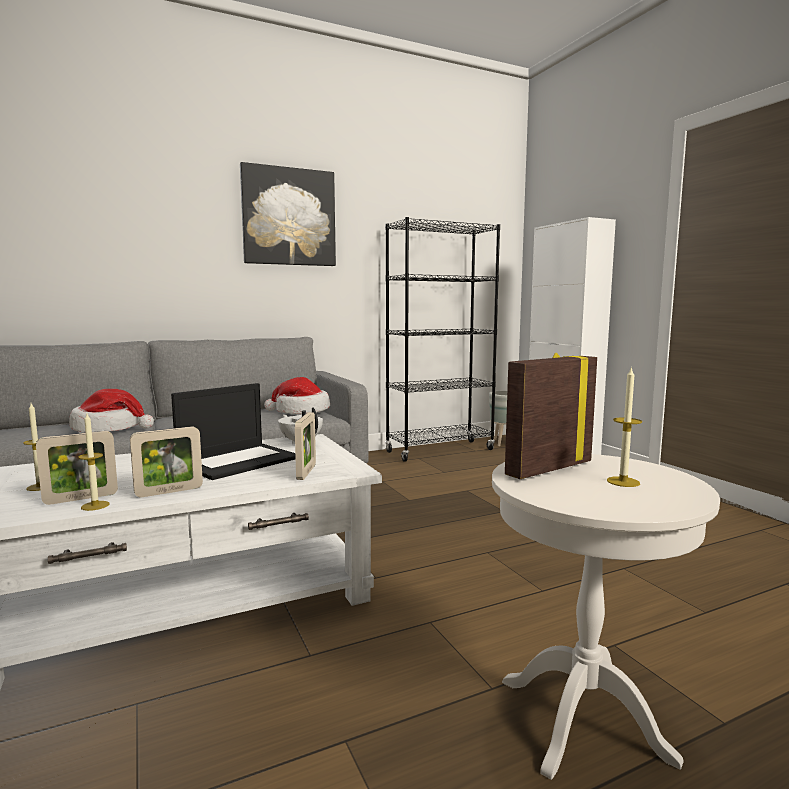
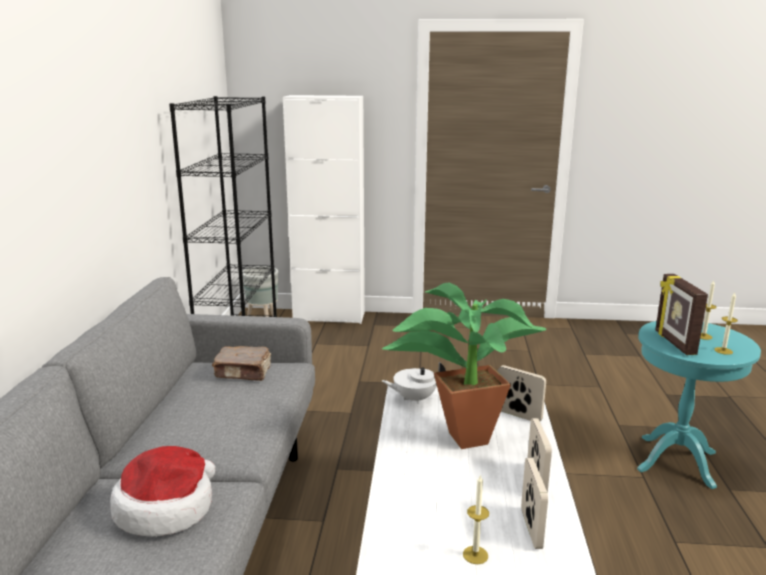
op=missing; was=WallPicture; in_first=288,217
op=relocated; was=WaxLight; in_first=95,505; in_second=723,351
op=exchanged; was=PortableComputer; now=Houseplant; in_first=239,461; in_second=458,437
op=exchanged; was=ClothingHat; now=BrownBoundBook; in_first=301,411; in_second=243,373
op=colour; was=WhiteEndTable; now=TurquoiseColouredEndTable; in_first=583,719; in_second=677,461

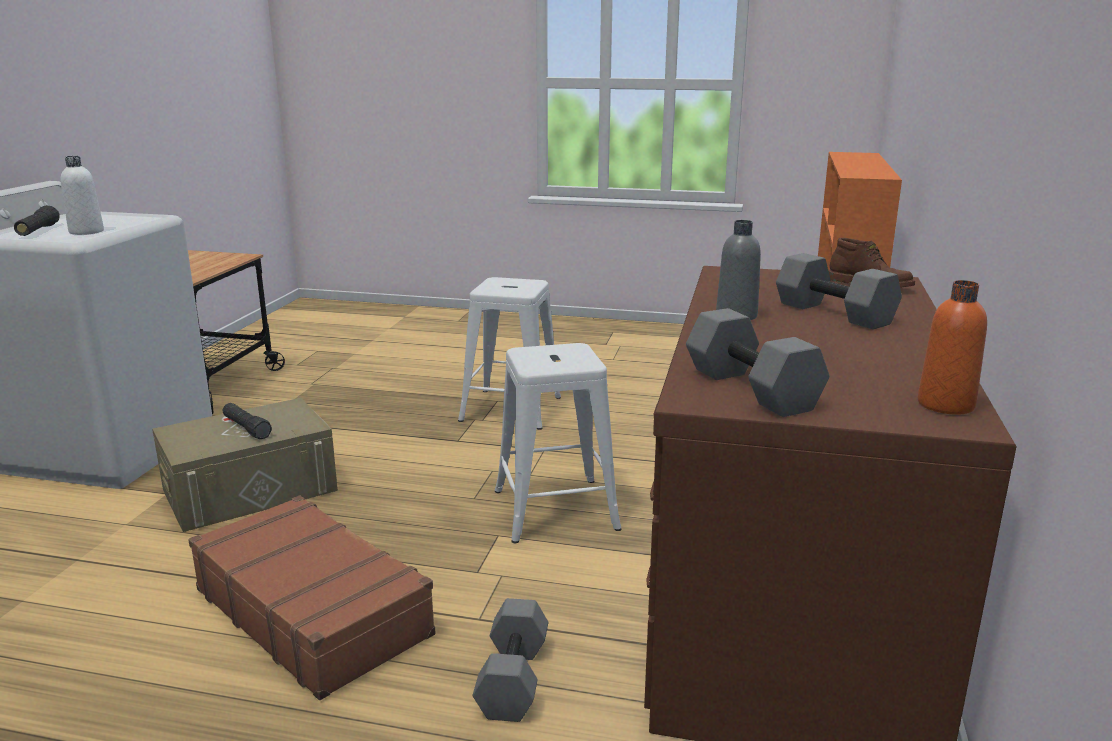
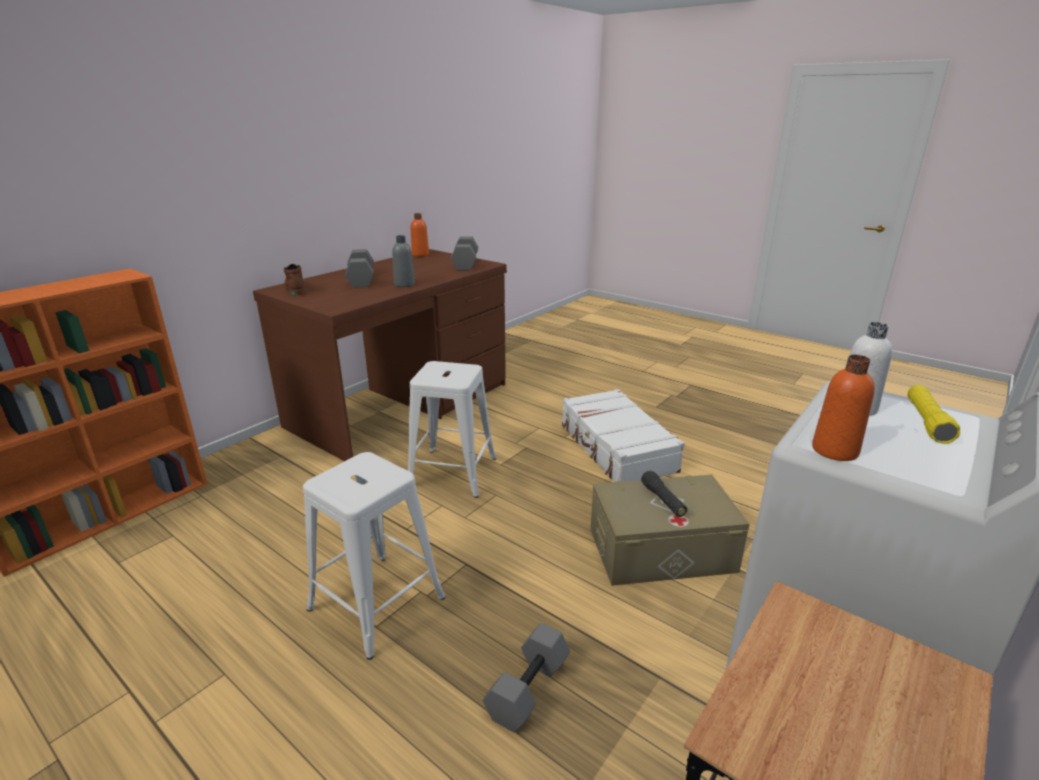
op=appeared; now=OrangeColouredDrinkBottle; in_second=834,450
op=relocated; was=GrayDumbbell; in_first=514,679; in_second=527,688
op=colour; was=BlackishTorch; now=YellowTorch; in_first=38,231; in_second=926,422
op=colour; was=BrownSuitcase; now=WhiteSuitcase; in_first=313,611; in_second=616,448

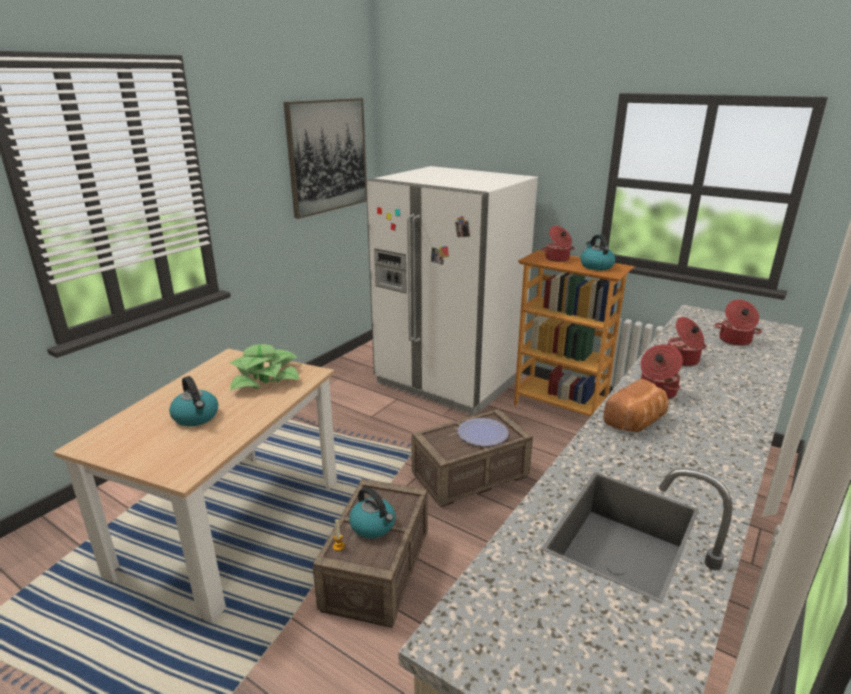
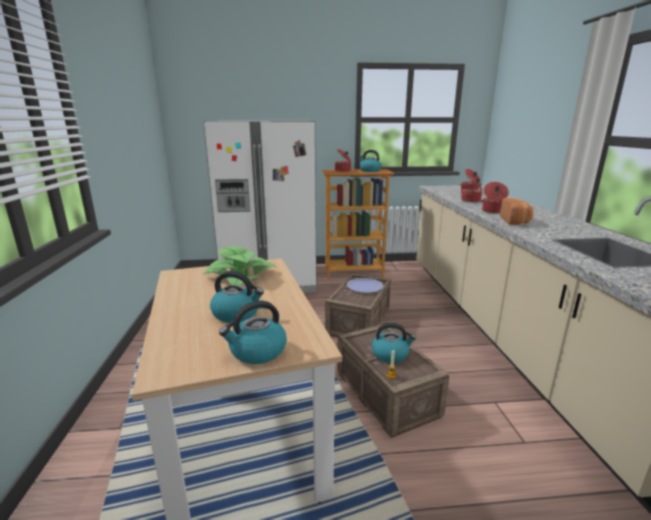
op=missing; was=WallPicture; in_first=327,156
op=appeared; now=Kettle; in_second=257,351

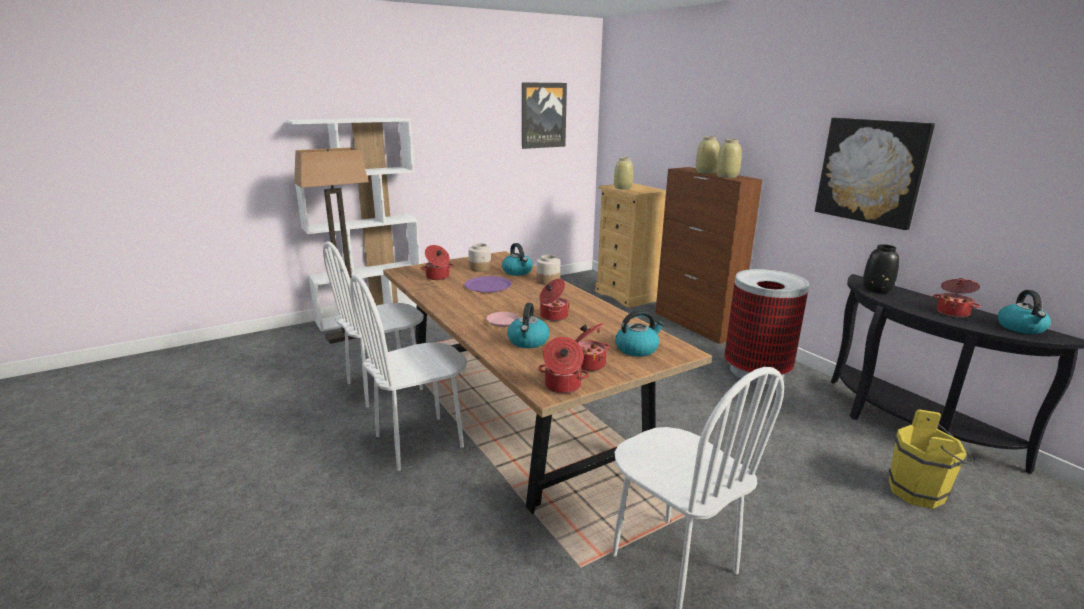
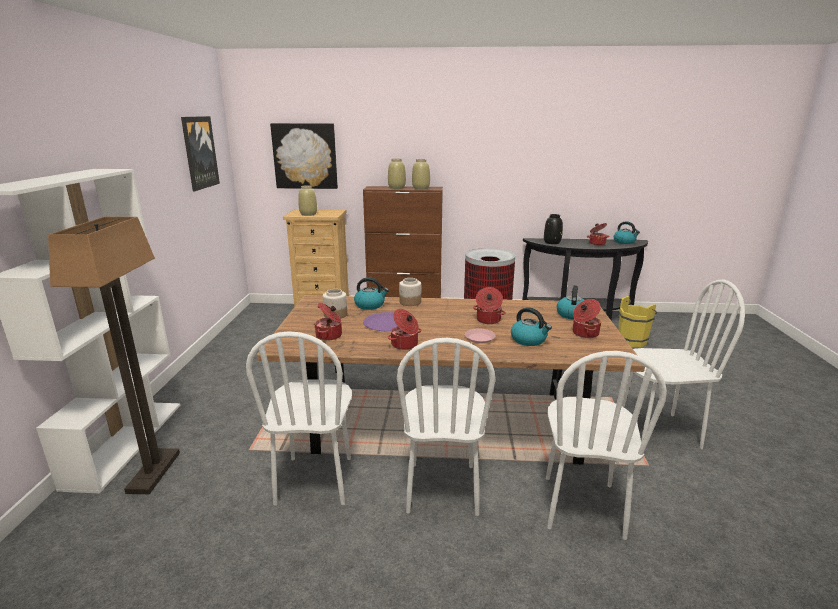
op=appeared; now=WhitePlainChair; in_second=582,506
op=relocated; was=Saucepot; in_first=562,386; in_second=405,345
op=relocated; was=WallPicture; in_first=871,171; in_second=305,156

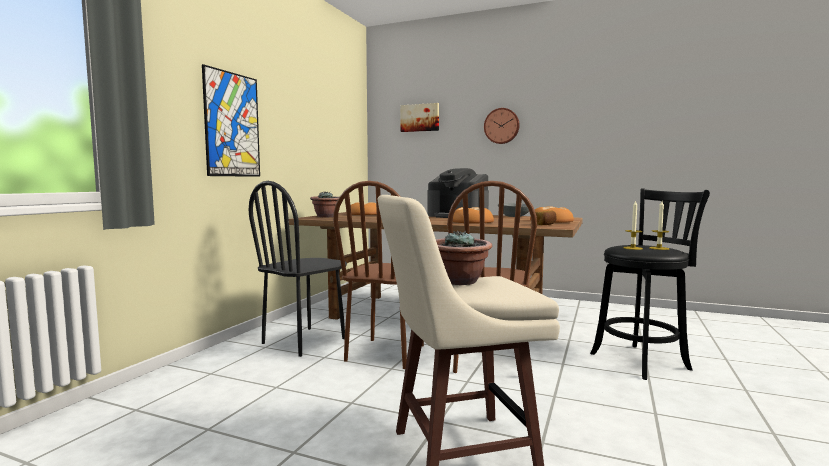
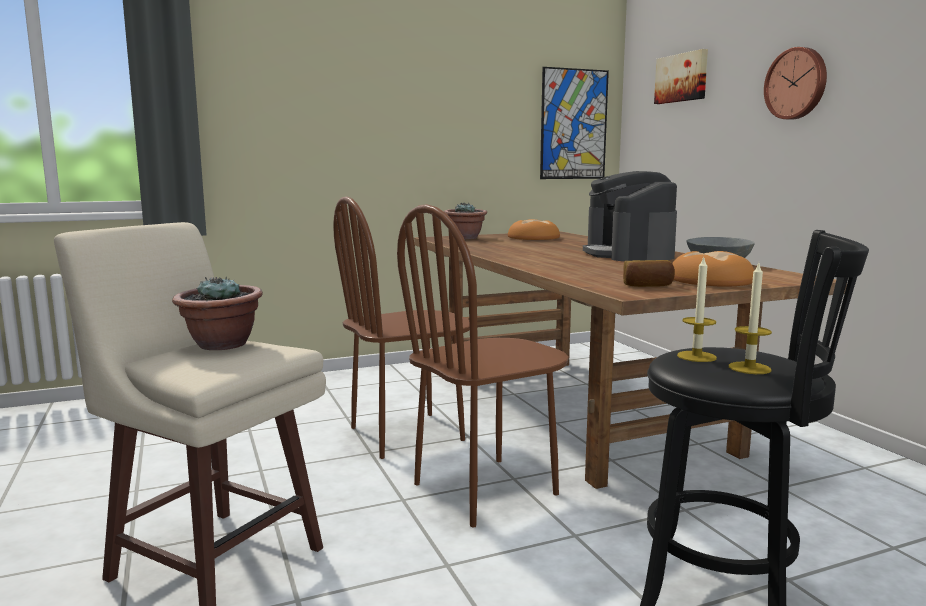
op=missing; was=BlackishPlainChair; in_first=304,341
op=missing; was=BakedBread; in_first=472,222
op=relocated; was=WallPicture; in_first=232,125; in_second=573,124

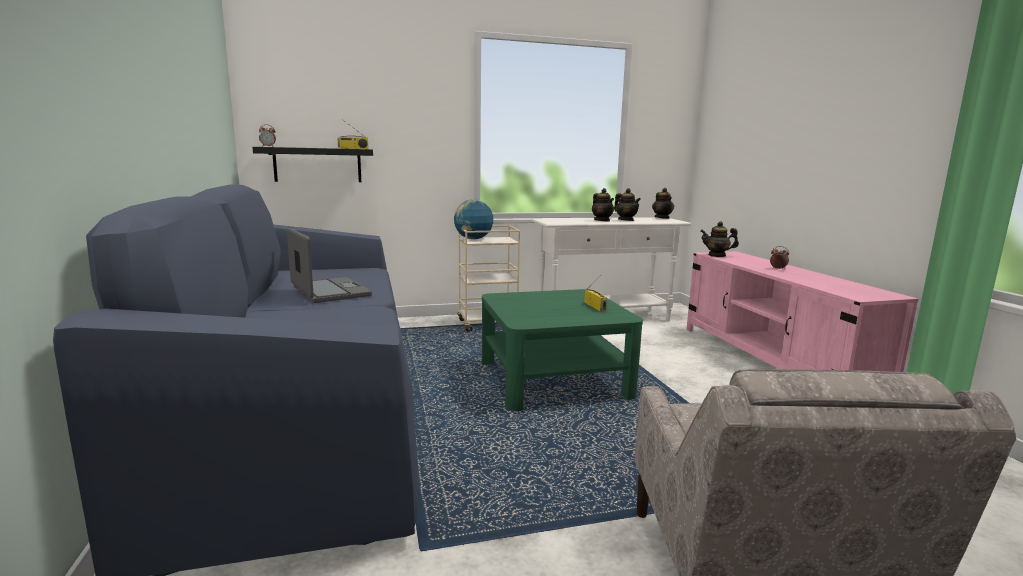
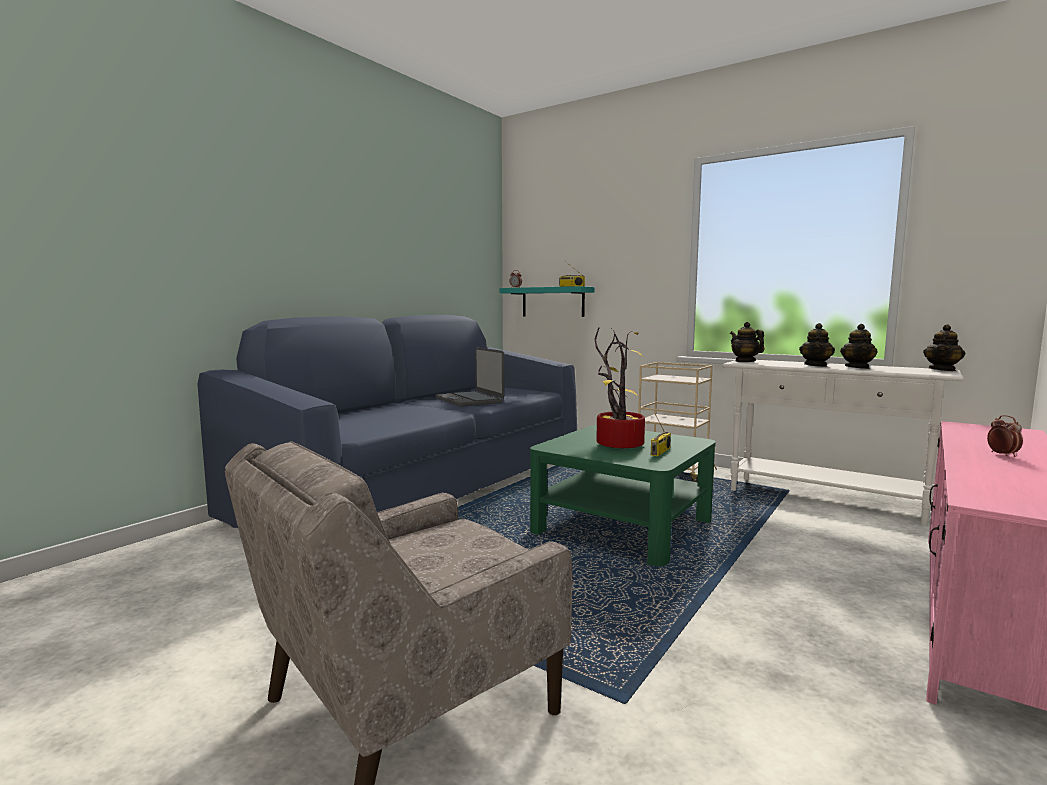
op=missing; was=DeskGlobe; in_first=473,239
op=appeared; now=Houseplant; in_second=616,444
op=relocated; was=Teapot; in_first=717,255; in_second=745,361
op=colour; was=BlackishWallShelf; now=TurquoiseColouredWallShelf; in_first=317,165; in_second=552,302
op=spun; was=PortableComputer; in_first=329,292; in_second=470,400; clockwise=135

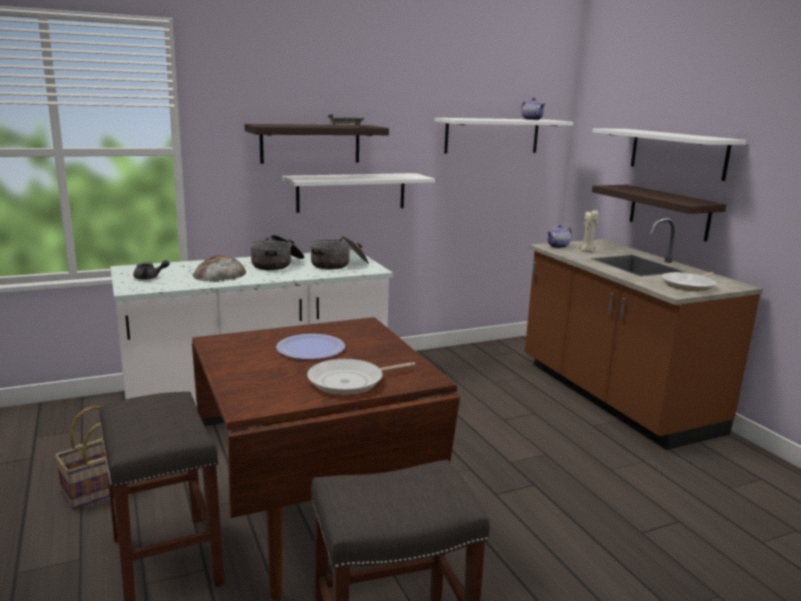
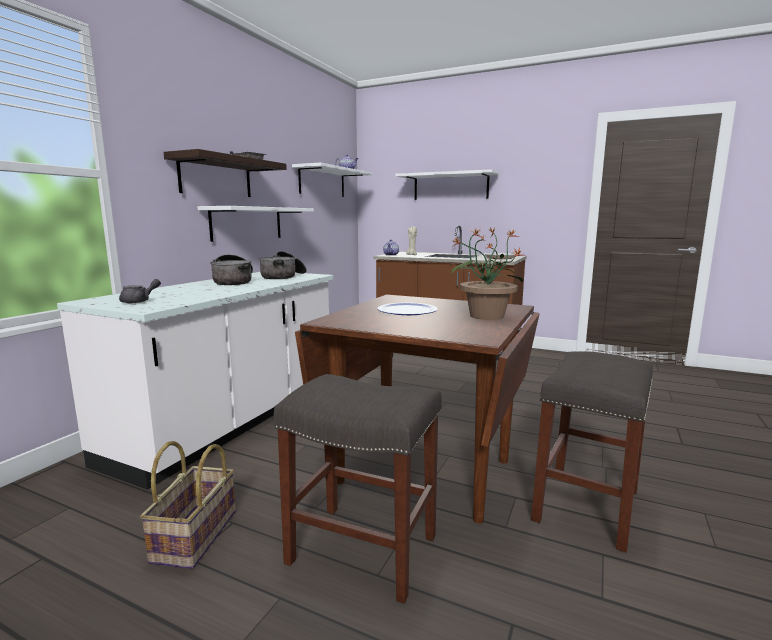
op=missing; was=BakedBread; in_first=219,273
op=missing; was=WallShelf; in_first=669,212
op=exchanged; was=FryingPan; now=Houseplant; in_first=350,381; in_second=486,316

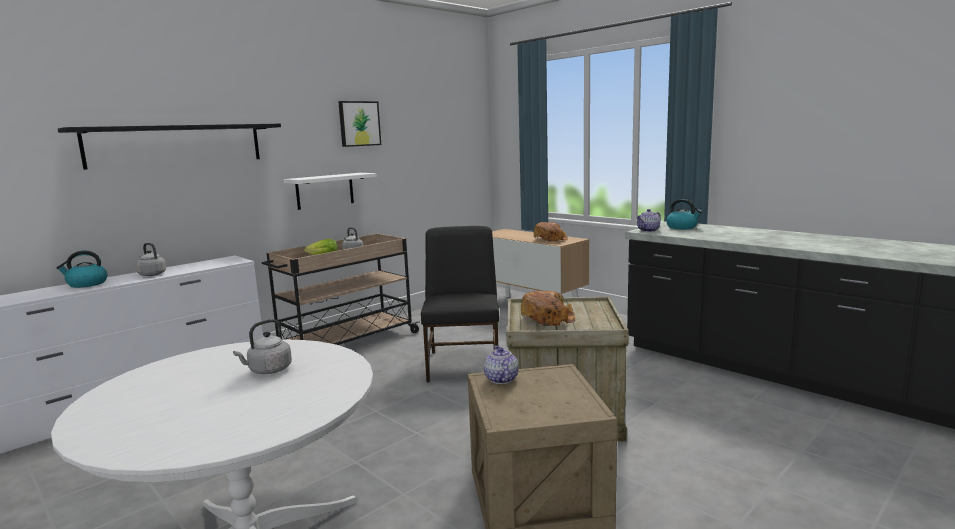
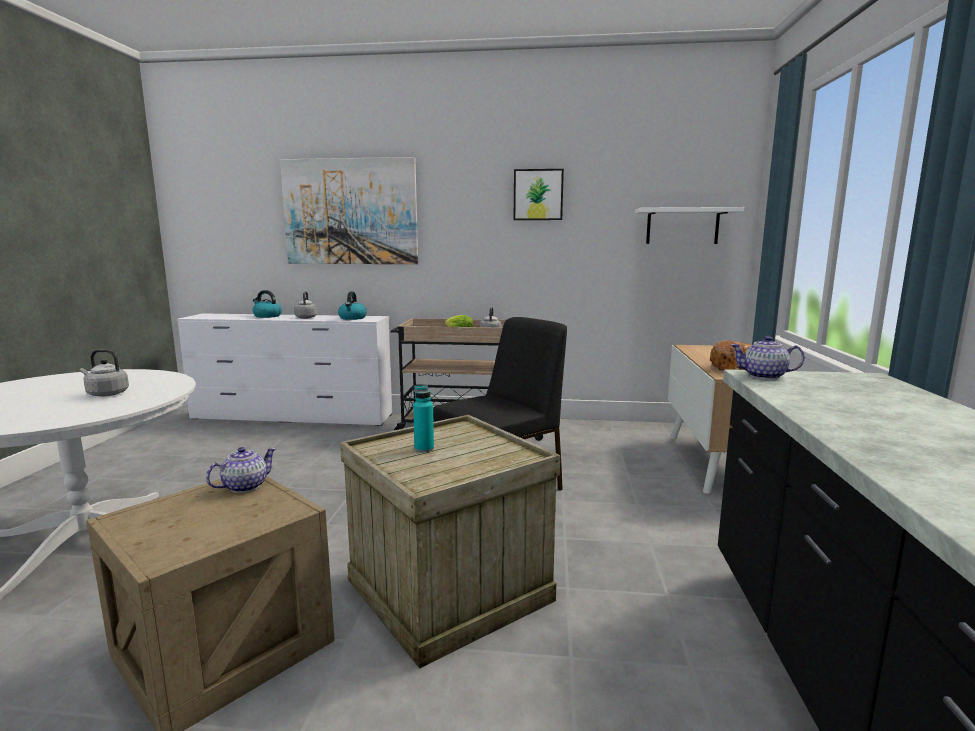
op=relocated; was=WhiteWallShelf; in_first=325,191; in_second=682,226
op=relocated; was=Kettle; in_first=682,227; in_second=352,318
op=exchanged; was=BlackishWallShelf; now=WallPicture; in_first=176,145; in_second=350,212
op=exchanged; was=BakedBread; now=TurquoiseColouredDrinkBottle; in_first=548,318; in_second=424,449

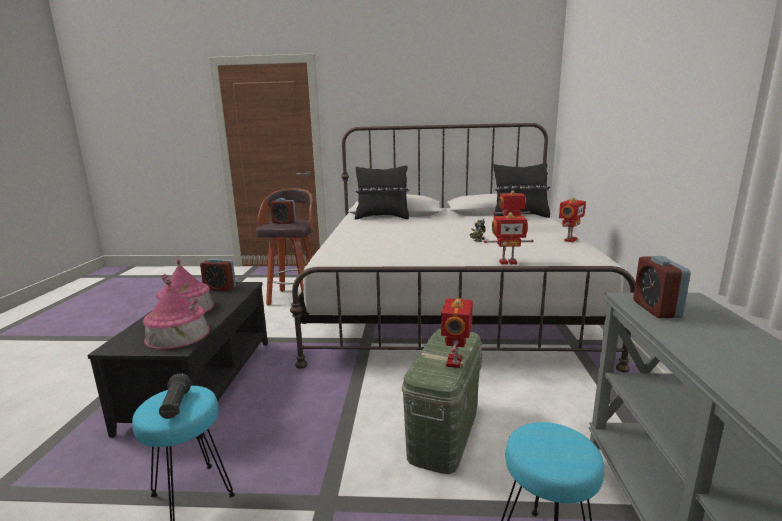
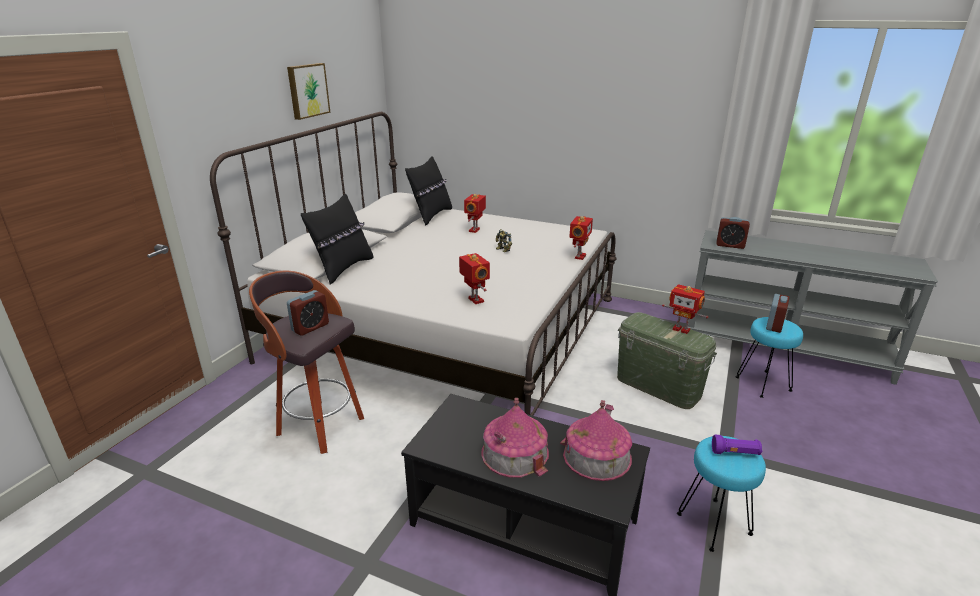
op=appeared; now=WallPicture; in_second=307,90
op=relocated; was=AlarmClock; in_first=220,288; in_second=774,325
op=relocated; was=ModelRobot; in_first=569,240; in_second=475,300
op=colour; was=BlackishTorch; now=PurpleTorch; in_first=176,406; in_second=735,453

